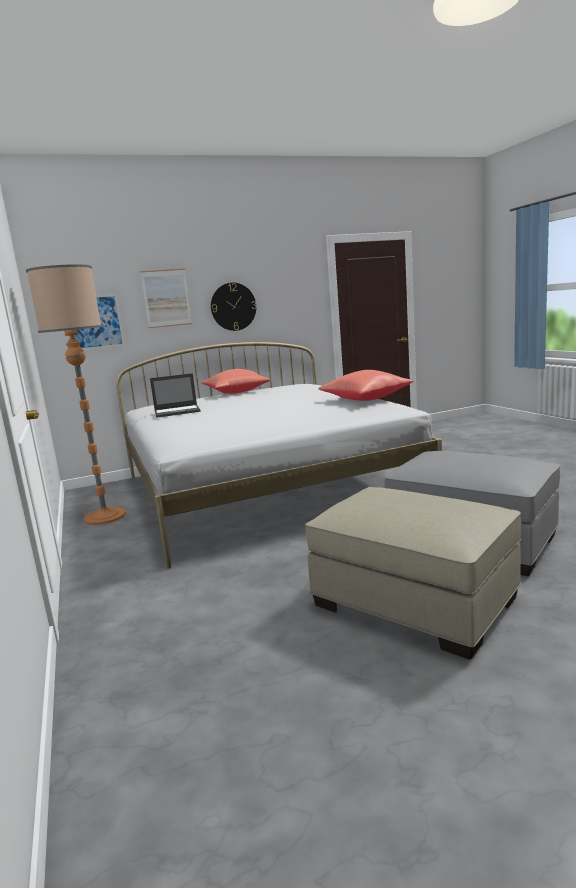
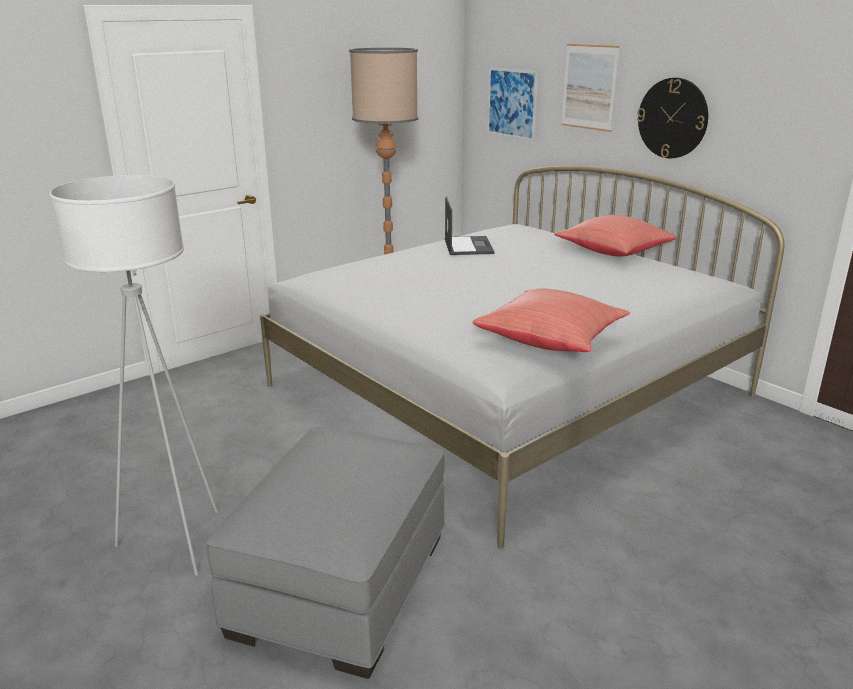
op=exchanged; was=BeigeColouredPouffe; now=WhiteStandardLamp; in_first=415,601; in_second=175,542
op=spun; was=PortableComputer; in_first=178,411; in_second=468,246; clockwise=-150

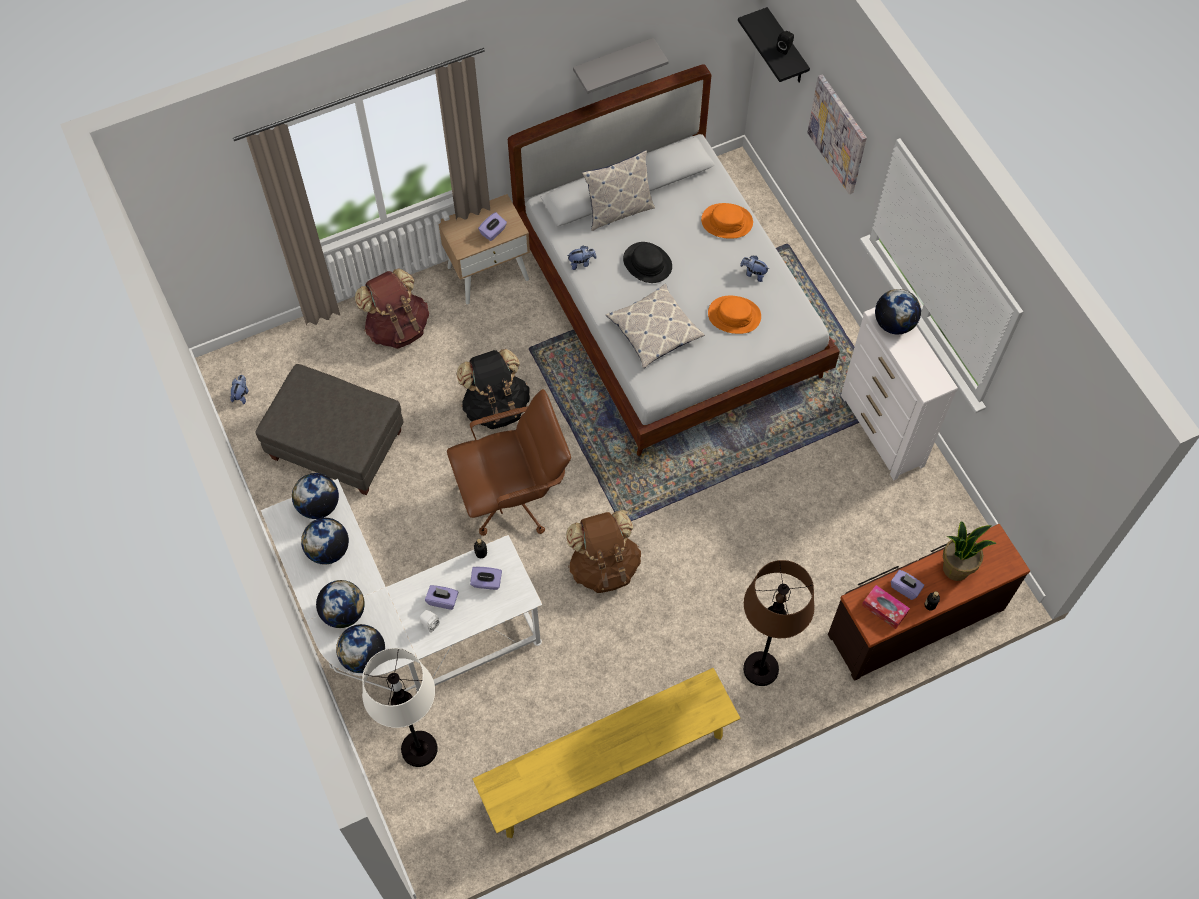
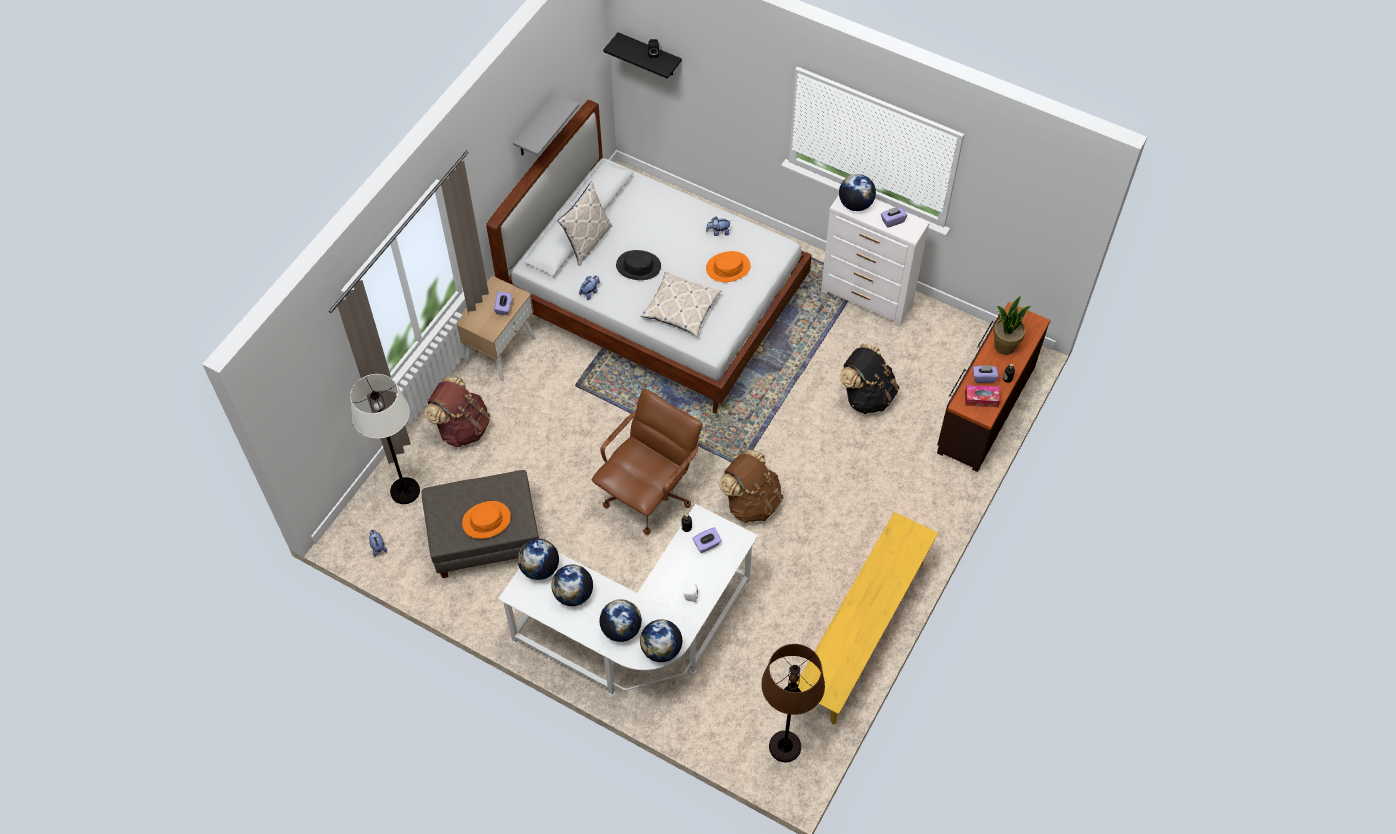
op=missing; was=WallPicture; in_first=838,134
op=relocated; was=WhiteStandardLamp; in_first=419,748; in_second=405,491
op=relocated; was=PurpleTissueBox; in_first=443,600; in_second=892,221
op=relocated; was=BlackishRucksack; in_first=496,406; in_second=867,395
op=relocated; was=OrangeColouredClothingHat; in_first=727,221; in_second=486,520
op=relocated; was=BrownStandardLamp; in_first=760,669; in_second=785,747

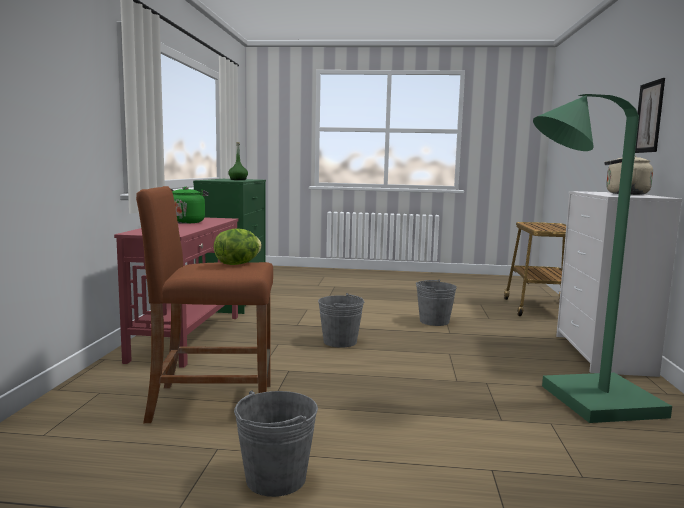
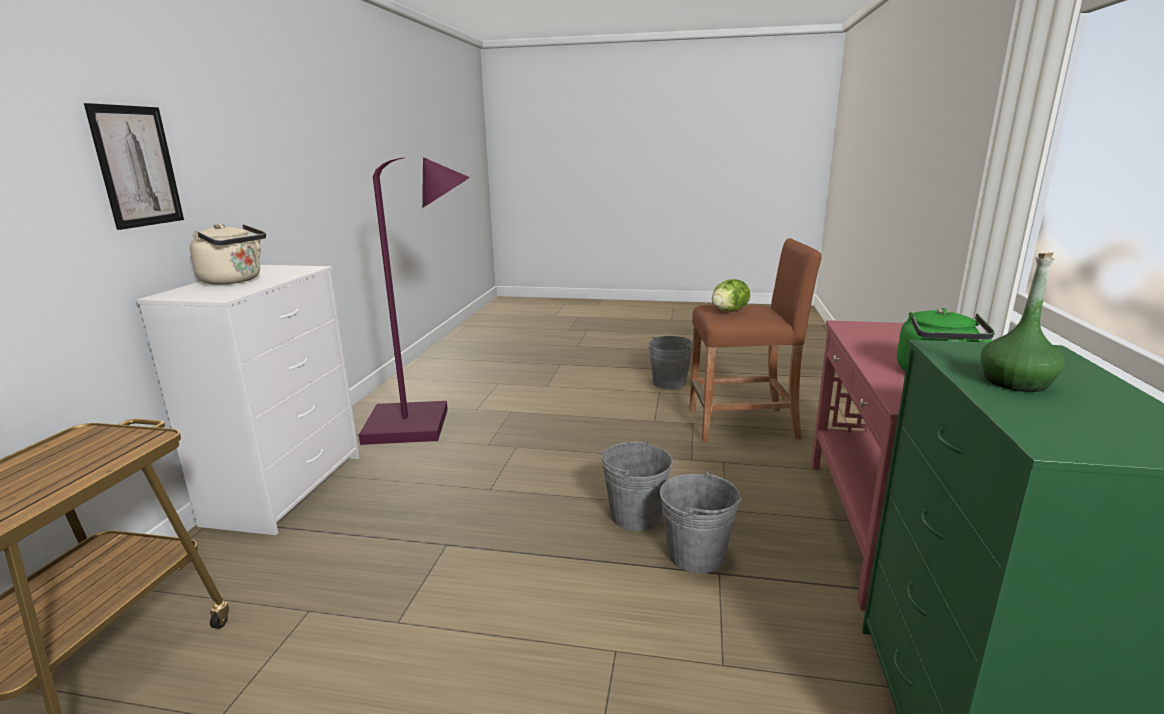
op=relocated; was=GrayBucket; in_first=434,321; in_second=696,555
op=colour; was=GreenColouredStandardLamp; now=PurpleStandardLamp; in_first=586,402; in_second=421,425

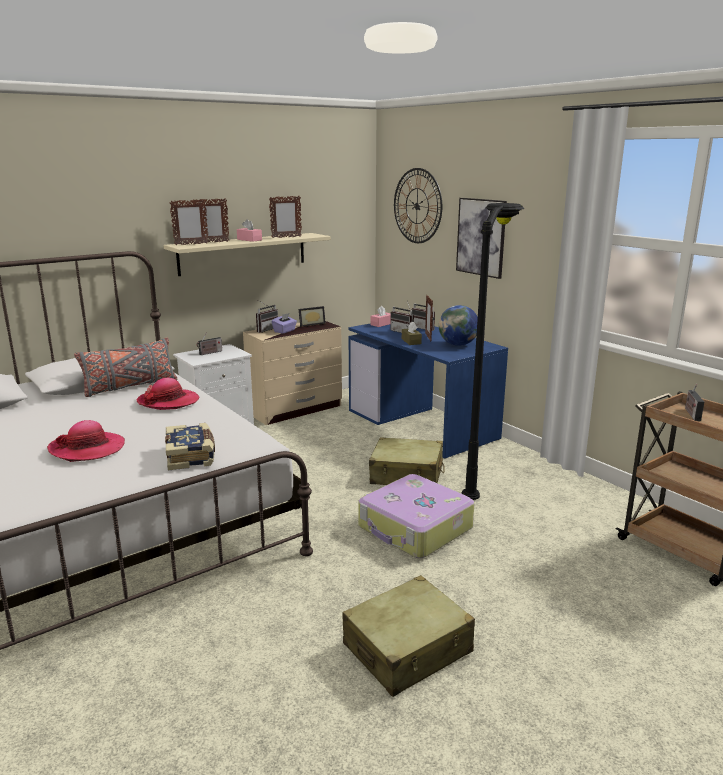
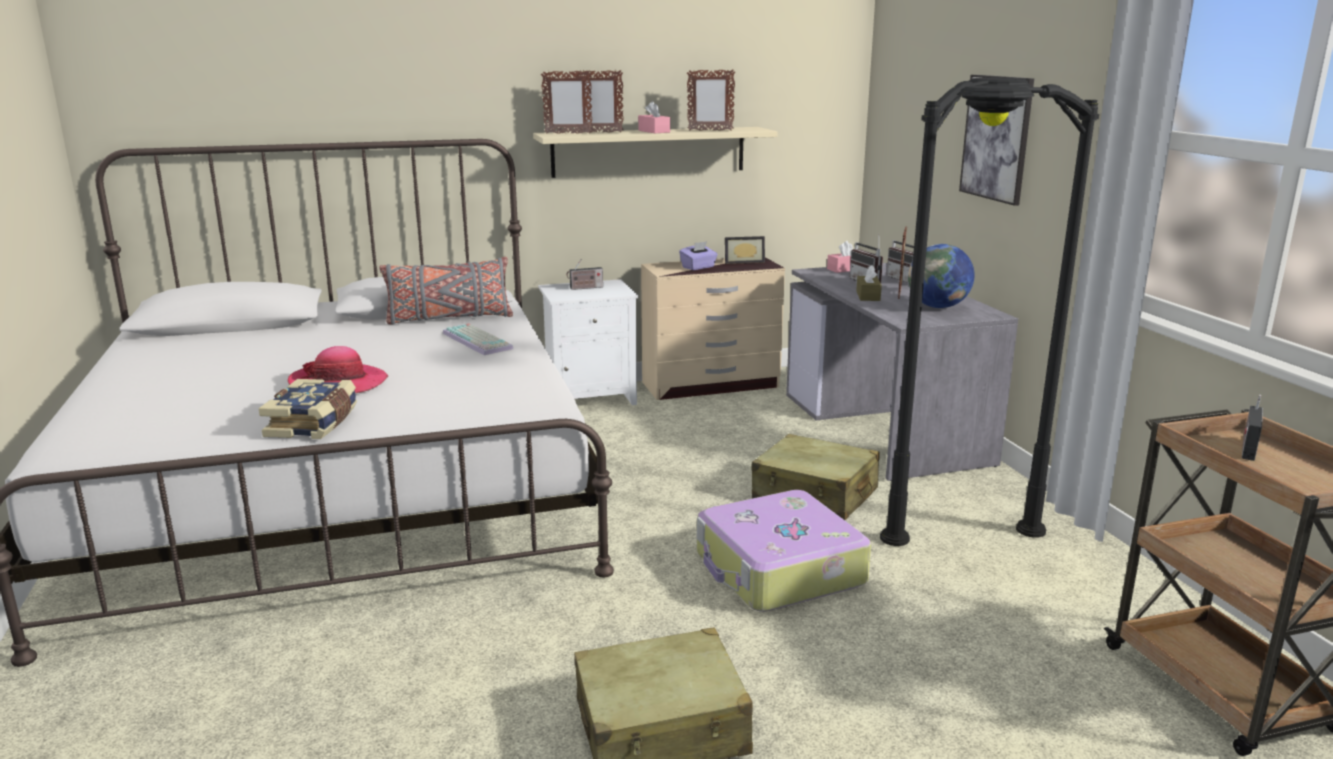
op=missing; was=Radio; in_first=265,329
op=missing; was=HangingClock; in_first=417,206
op=appeared; now=BlackishStandardLamp; in_second=970,556
op=relocated; was=BoundBook; in_first=191,456; in_second=314,424
op=exchanged; was=ClothingHat; now=PcKeyboard; in_first=168,402; in_second=479,341
op=colour; was=BlueDesk; now=GrayDesk; in_first=422,424; in_second=885,428

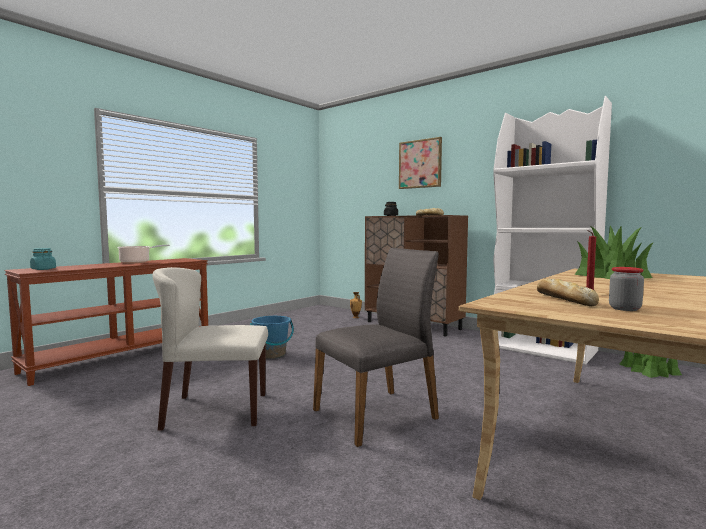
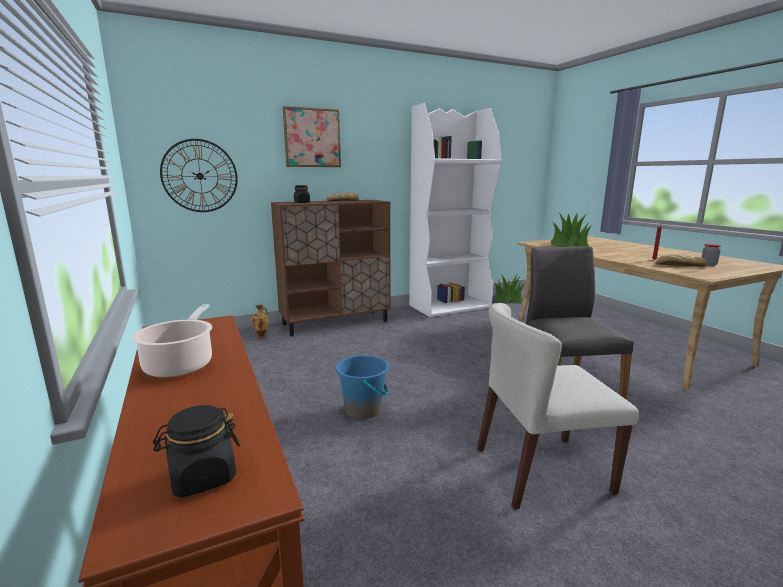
op=appeared; now=HangingClock; in_second=200,176
op=colour; was=TurquoiseColouredStorageJar; now=BlackishStorageJar; in_first=43,269; in_second=202,477
op=spun; was=BeigeColouredPlainChair; in_first=215,411; in_second=541,470; clockwise=60

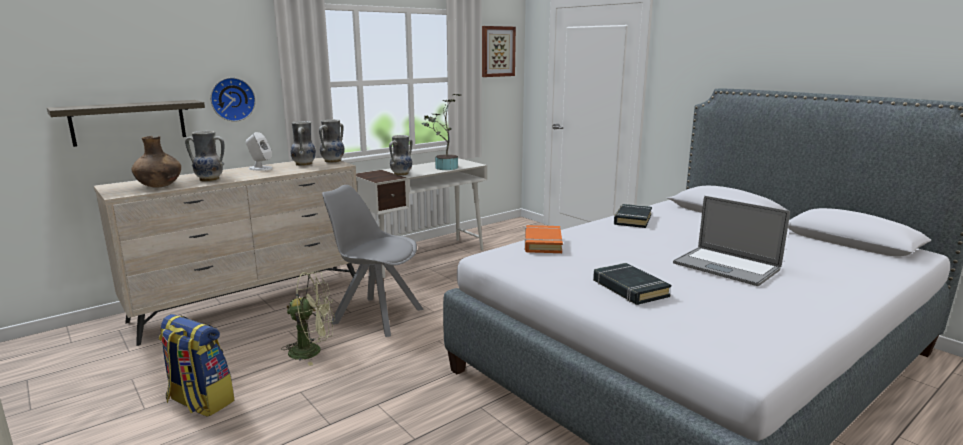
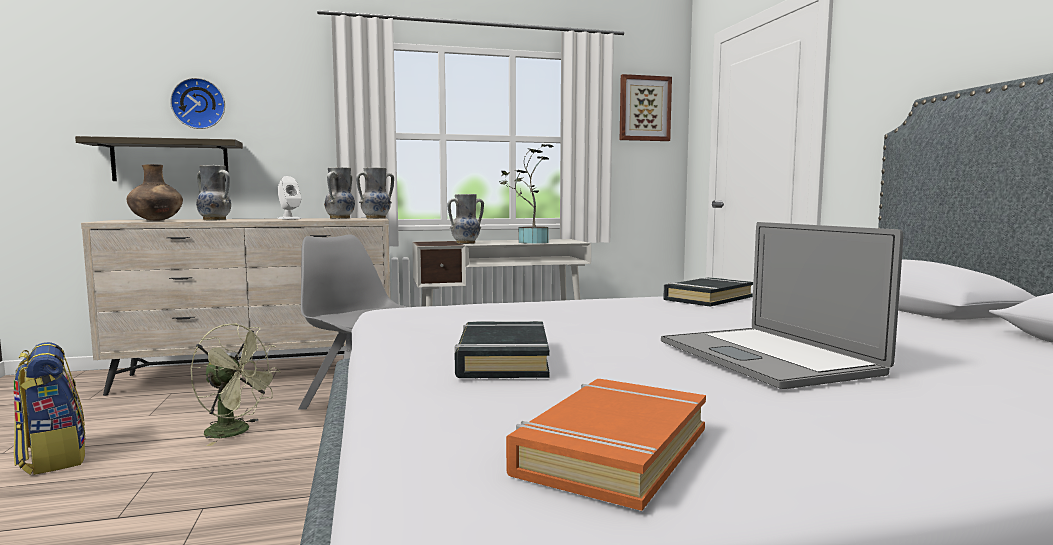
op=relocated; was=HangingClock; in_first=232,99; in_second=199,104
op=relocated; was=OrangeColouredBoundBook; in_first=542,243; in_second=612,451

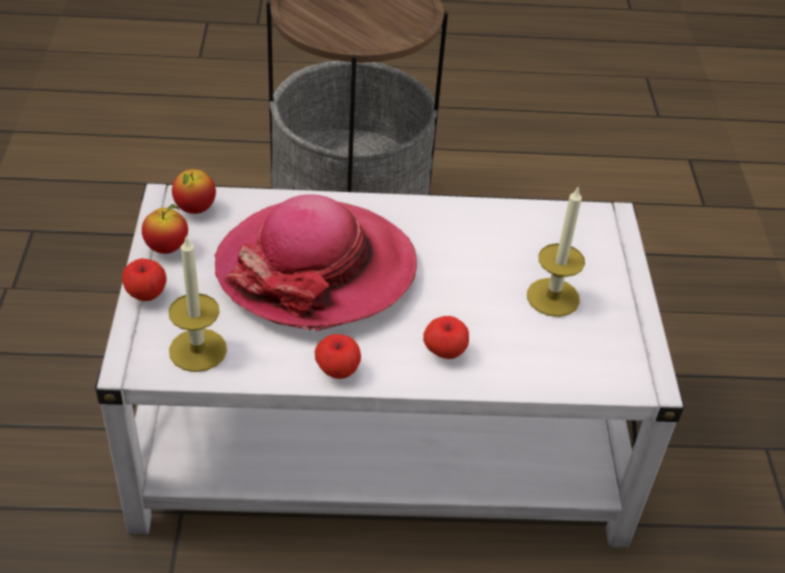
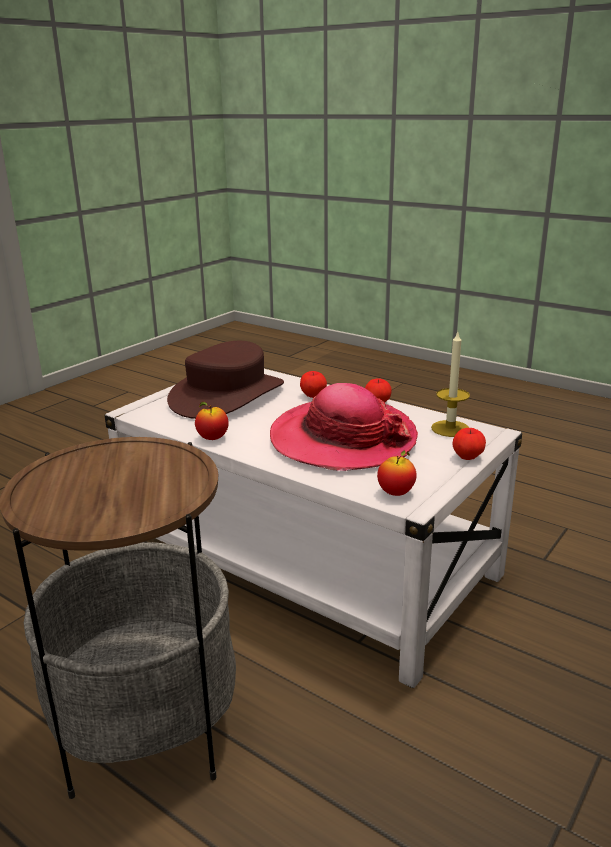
op=relocated; was=WholeApple; in_first=167,248; in_second=212,438
op=exchanged; was=WaxLight; now=BrownClothingHat; in_first=553,297; in_second=227,395

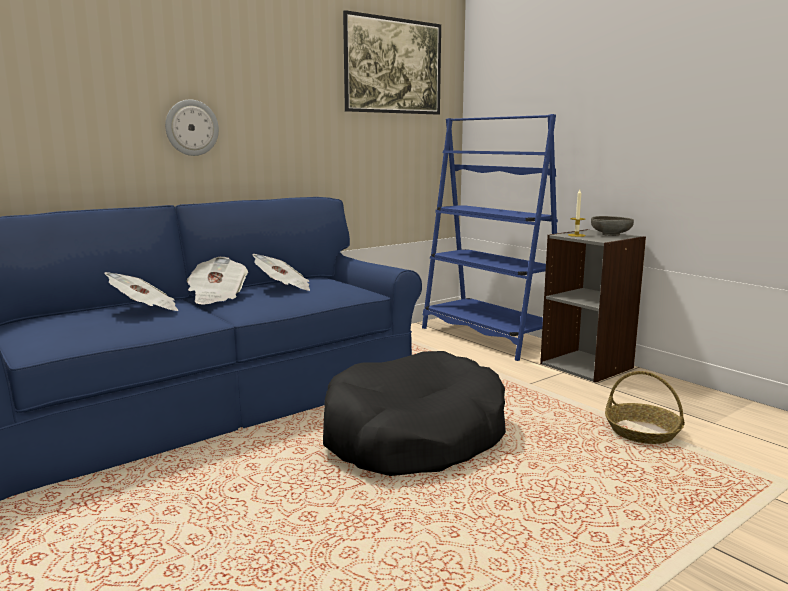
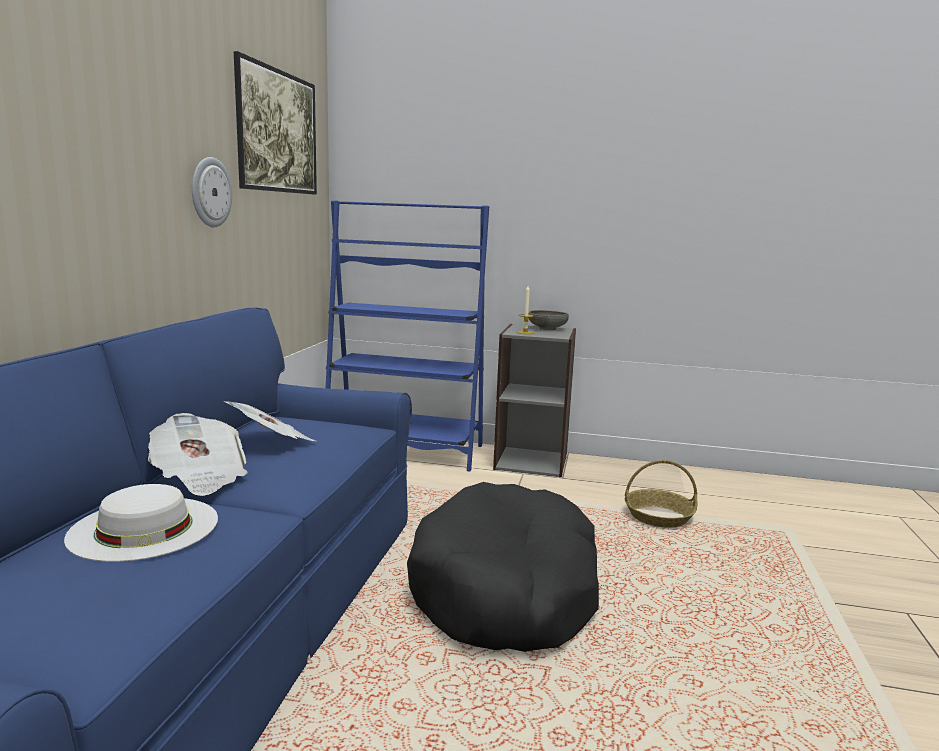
op=relocated; was=HangingClock; in_first=191,128; in_second=210,192
op=exchanged; was=DailyPaper; now=WhiteClothingHat; in_first=145,309; in_second=144,527

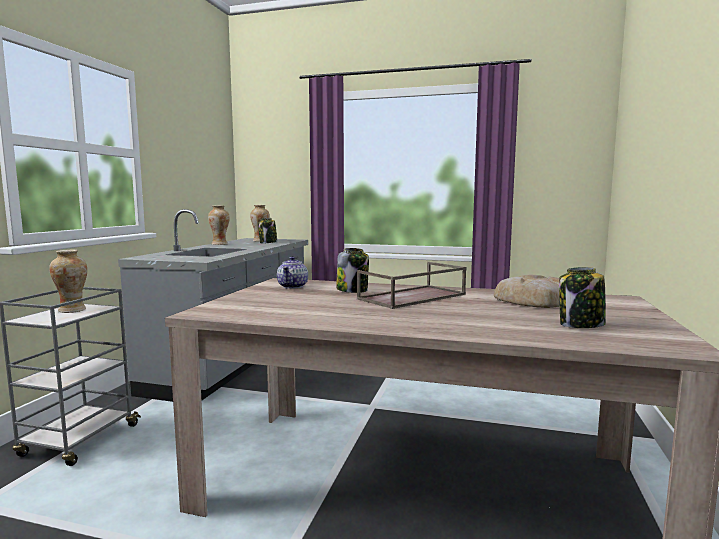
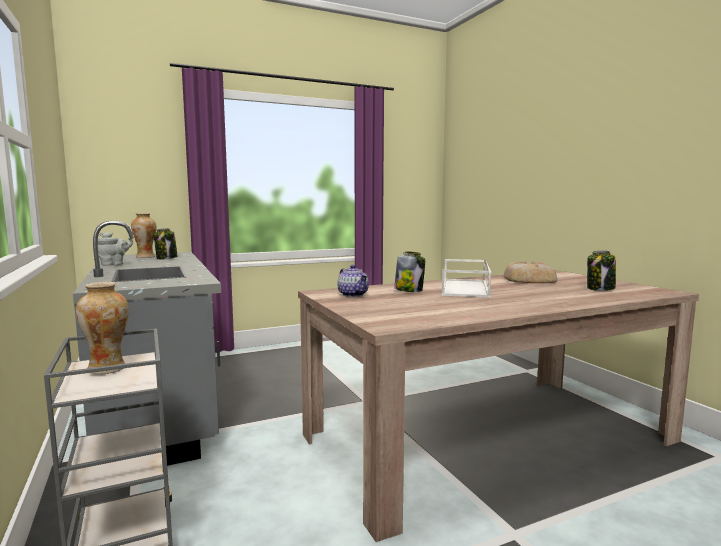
op=exchanged; was=DecorativeVase; now=GrayTeapot; in_first=219,244; in_second=114,264
op=colour; was=BrownServingTray; now=WhiteServingTray; in_first=412,297; in_second=466,288

